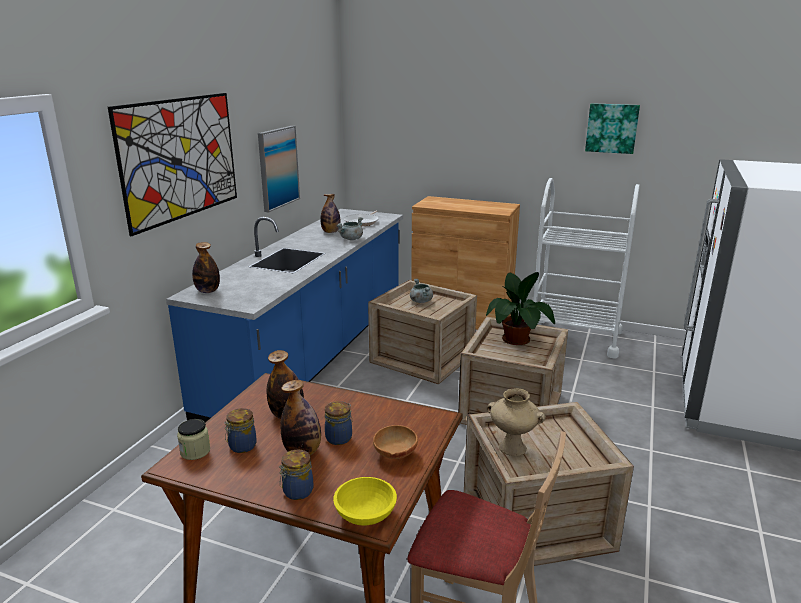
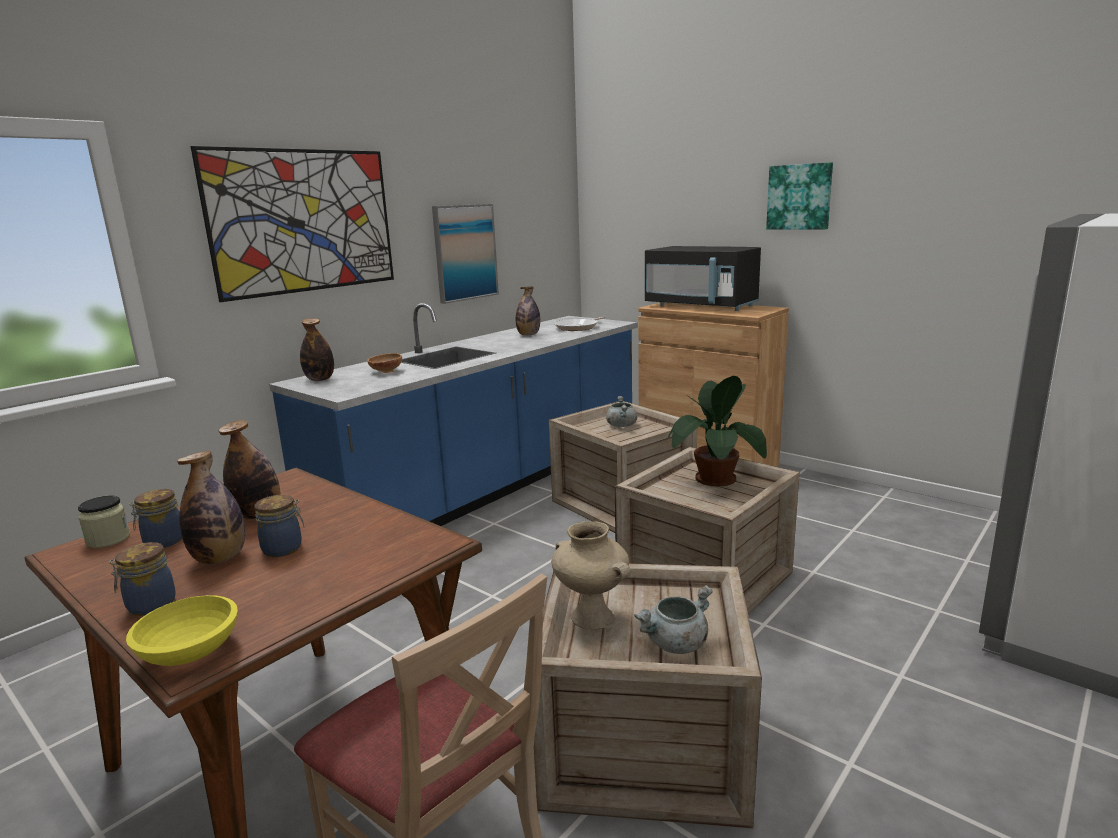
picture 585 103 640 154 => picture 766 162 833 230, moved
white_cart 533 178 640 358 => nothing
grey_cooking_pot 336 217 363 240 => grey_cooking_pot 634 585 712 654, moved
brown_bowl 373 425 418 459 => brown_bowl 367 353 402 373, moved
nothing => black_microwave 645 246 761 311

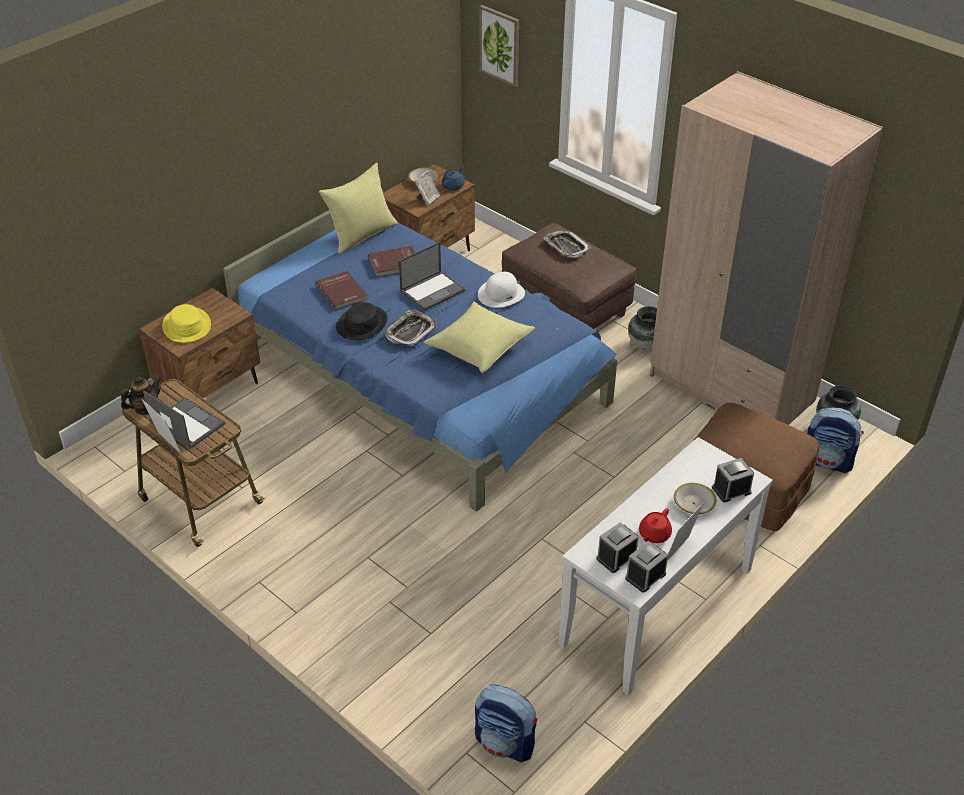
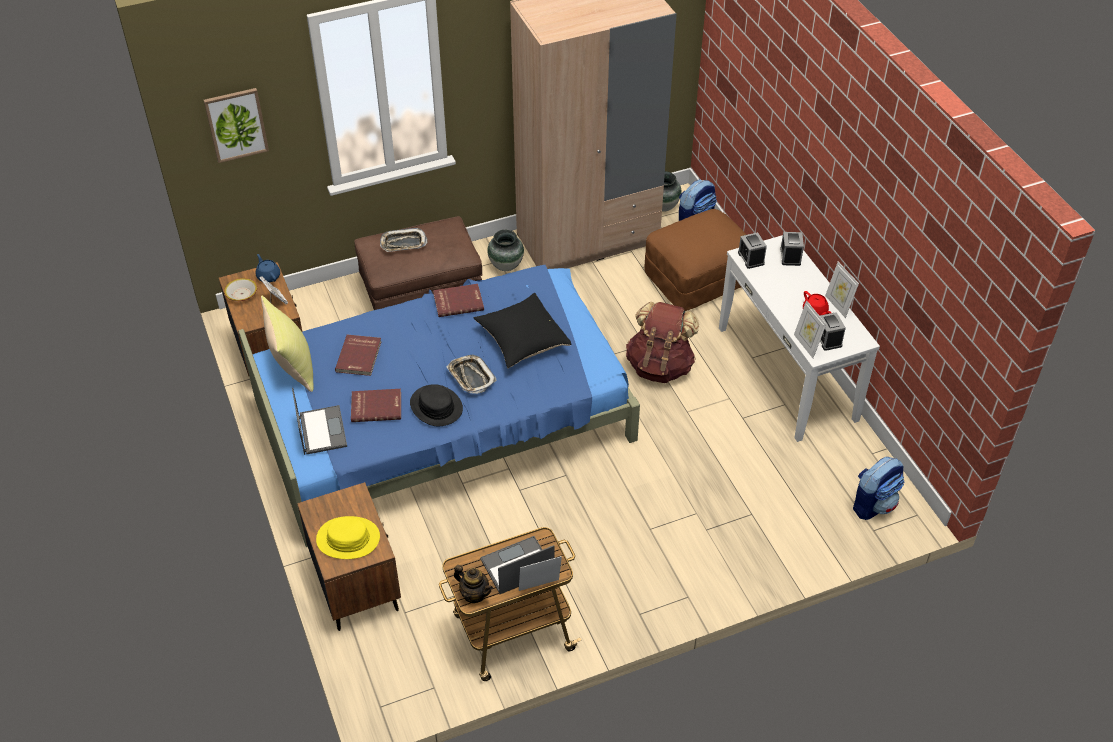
laptop 399 242 465 311 => laptop 292 388 347 455, moved
white_hat 478 272 525 308 => red_book 433 284 484 317
yellow_pillow 424 302 535 373 => black_pillow 474 293 571 369
teapot 120 377 161 415 => teapot 454 565 493 603, 135 degrees clockwise
bowl 674 483 716 514 => nothing
alarm_clock 625 541 668 593 => alarm_clock 738 232 767 269, moved
nothing => picture_frame 794 300 826 358
nothing => brown_backpack 626 302 699 383

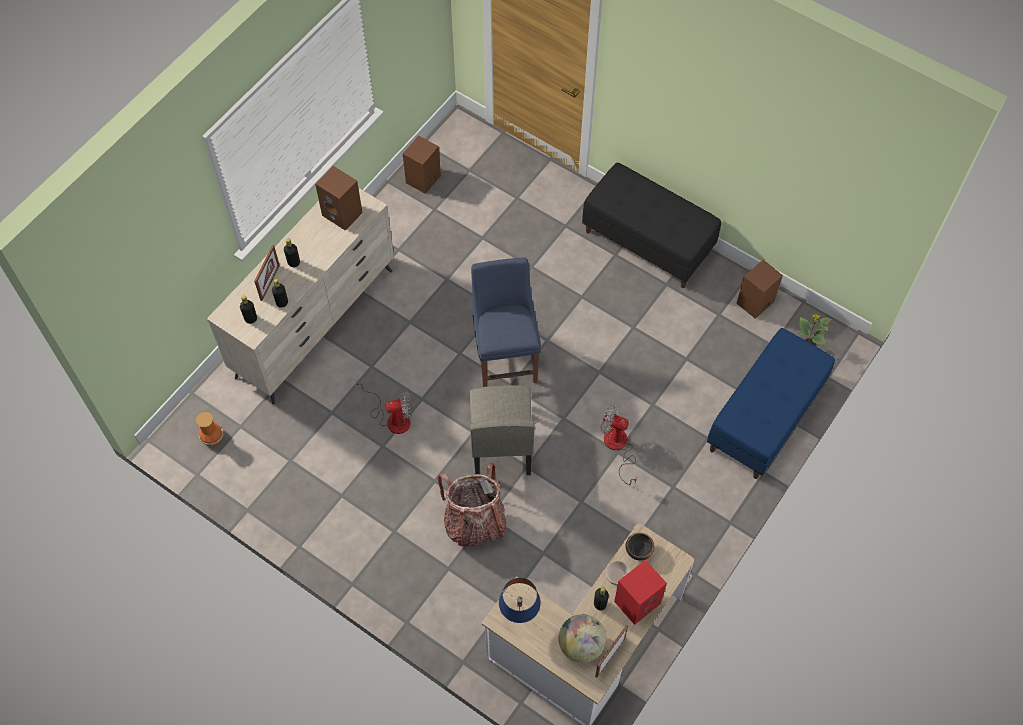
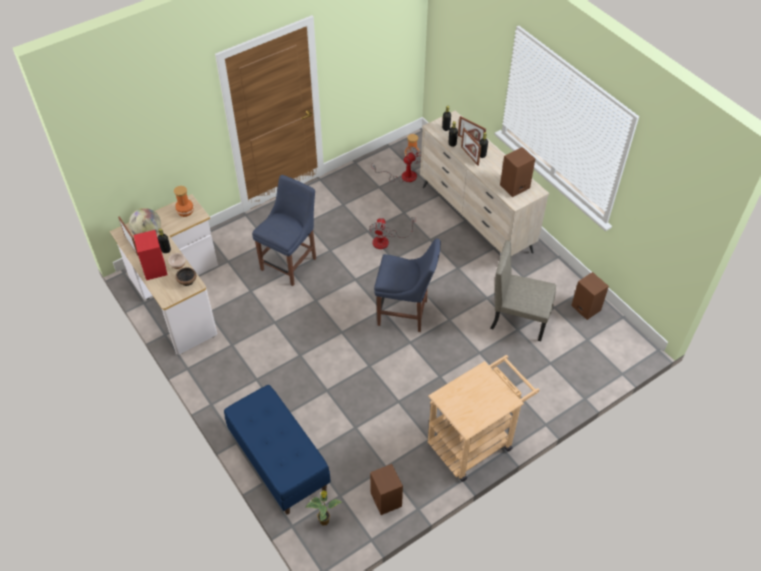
black_bench 582 162 721 288 => beige_cart 427 355 540 482
beige_chair 469 385 535 475 => beige_chair 490 240 556 341, moved
fan 601 405 638 485 => fan 372 147 421 183, moved
backpack 438 463 507 547 => blue_chair 252 175 316 286
blue_table_lamp 499 578 541 623 => vase 174 186 194 217
nothing => picture_frame 461 128 481 166

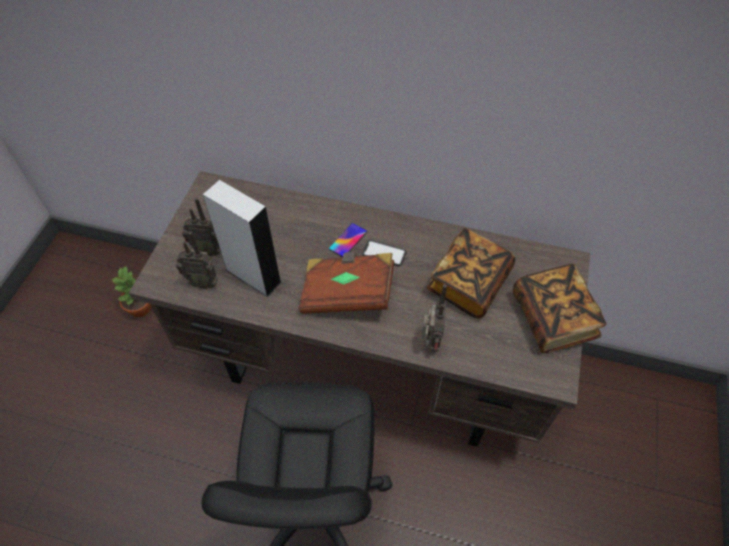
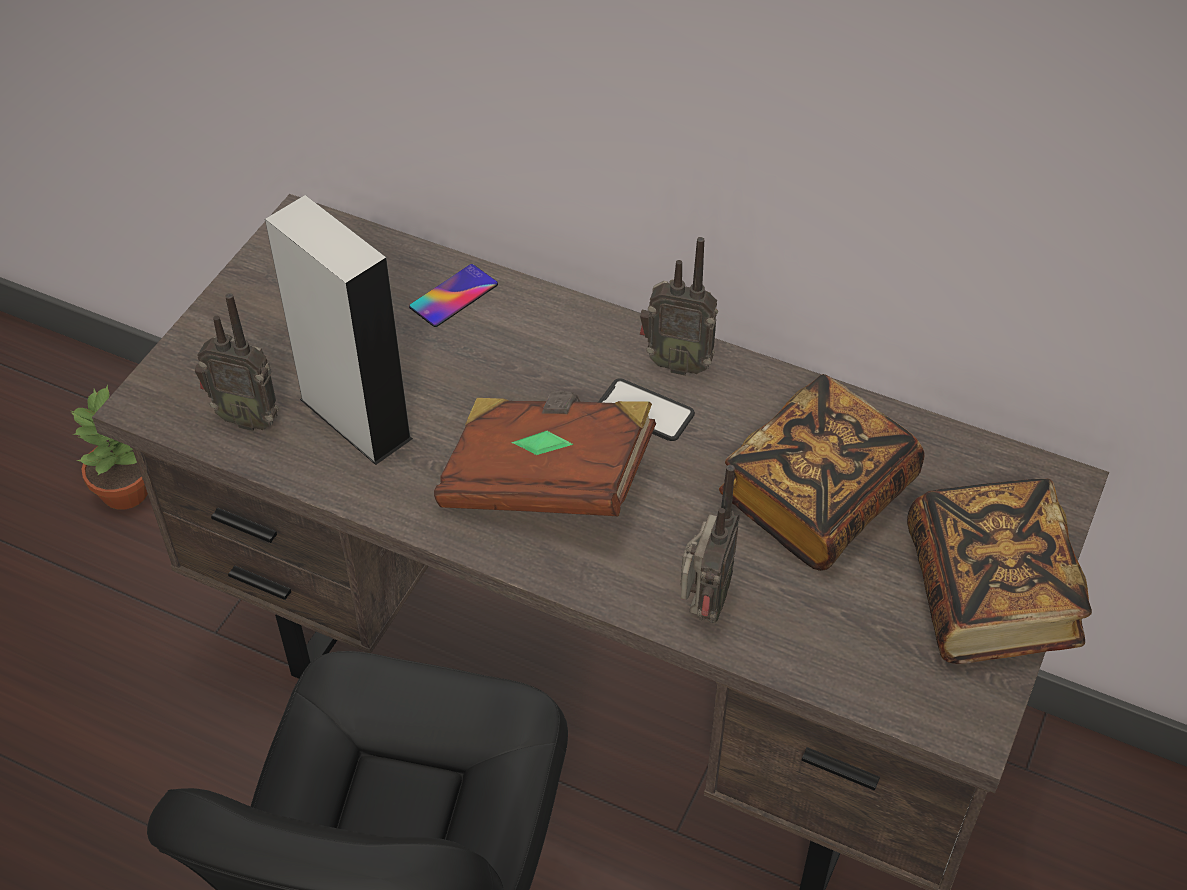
radio 182 197 221 257 => radio 640 237 718 376, moved
phone 329 223 367 257 => phone 409 264 498 327, moved

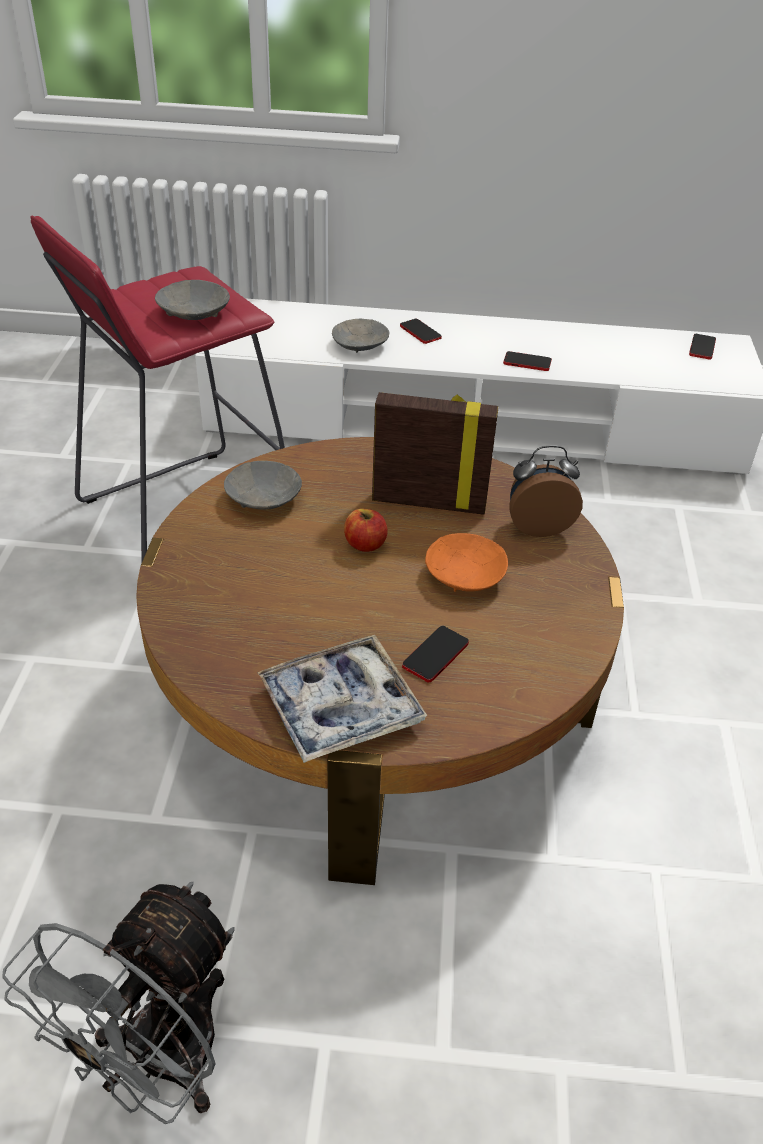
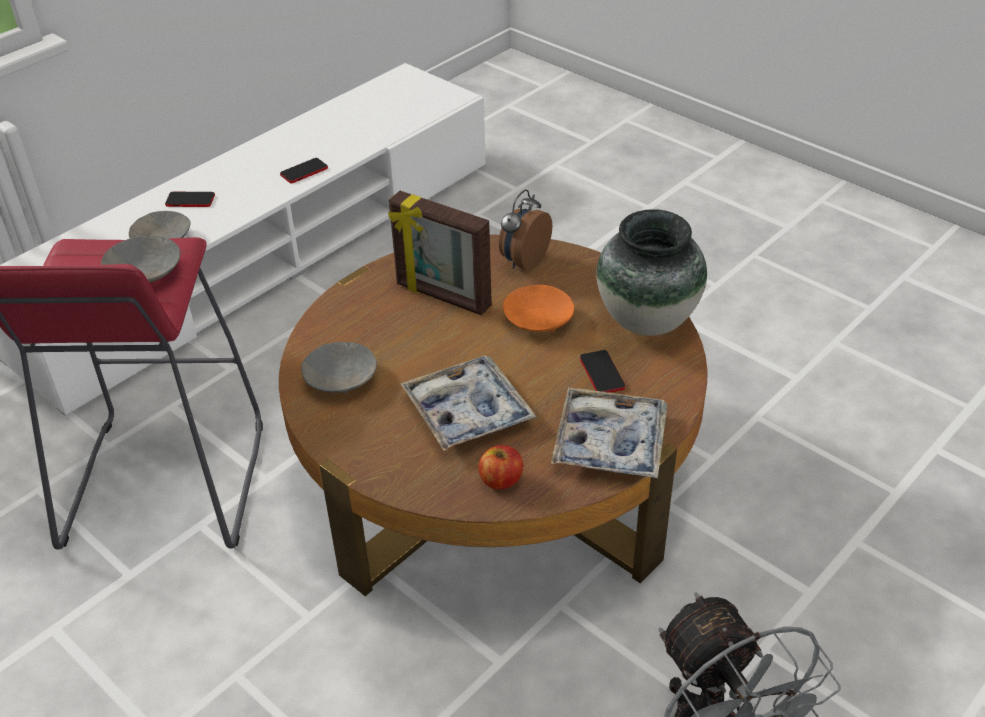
phone 689 334 716 360 => nothing
picture_frame 372 392 499 515 => picture_frame 388 191 492 315, 105 degrees counterclockwise
apple 344 509 388 552 => apple 479 445 523 490, moved
nothing => vase 597 209 707 336
nothing => tray 400 355 536 451

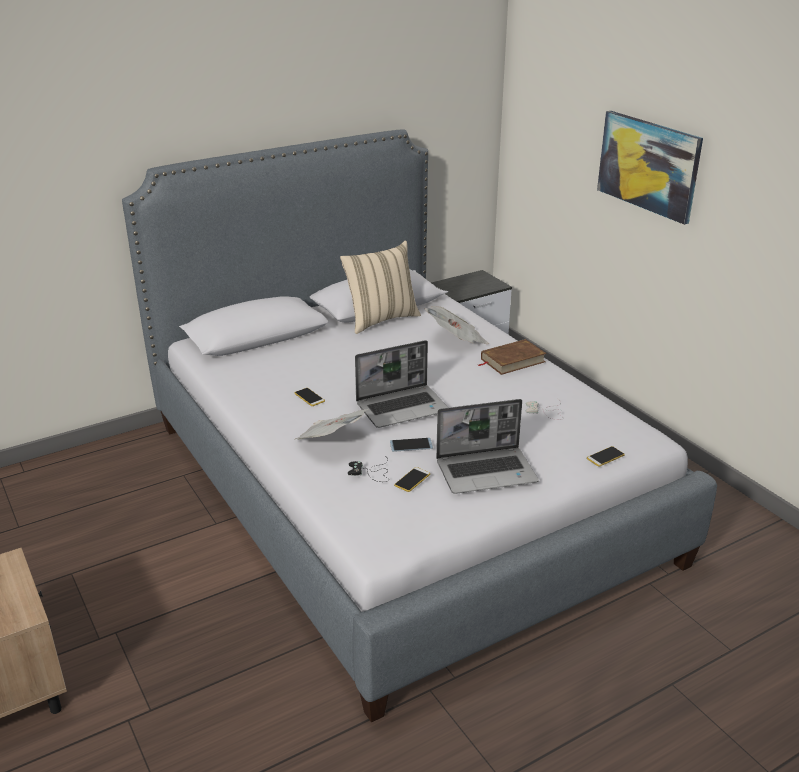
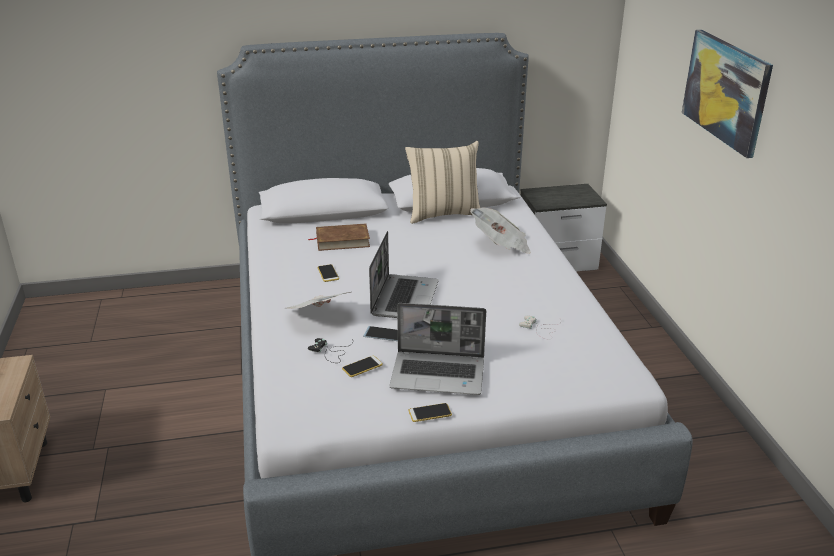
brown_book 478 339 546 375 => brown_book 308 224 370 251, moved
laptop 355 340 449 428 => laptop 369 231 439 318, 75 degrees counterclockwise
phone 587 446 625 467 => phone 408 403 452 422, moved

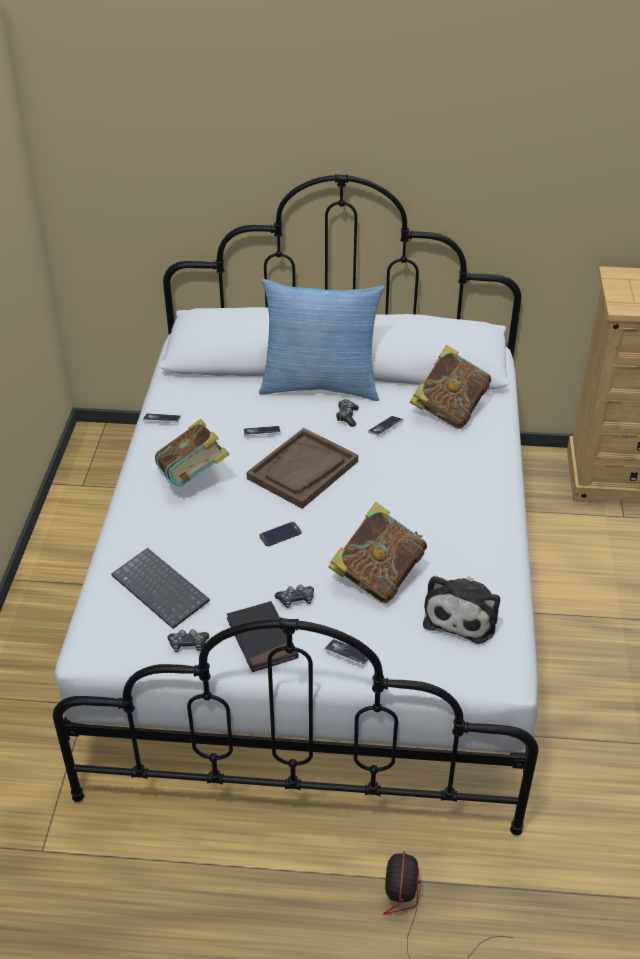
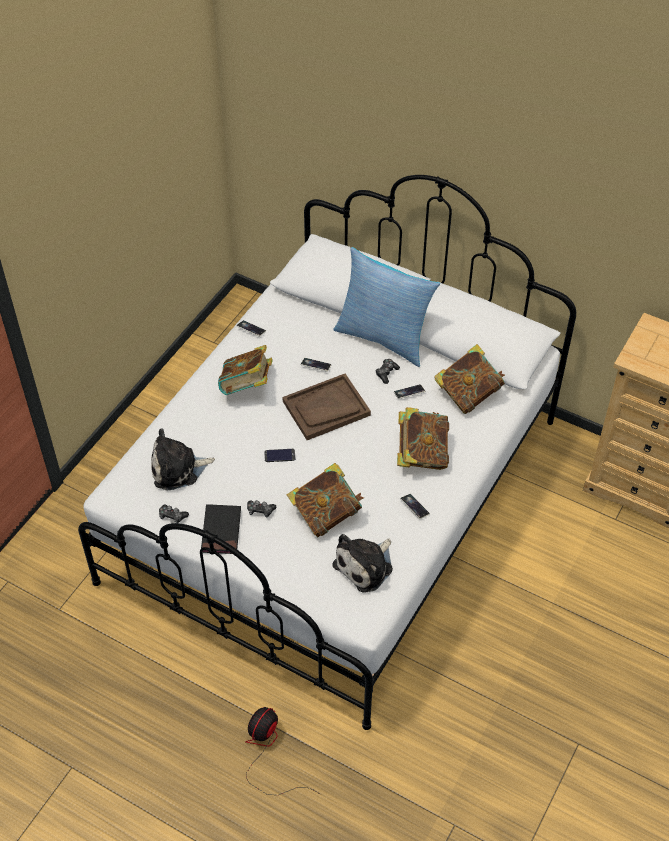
keyboard 111 548 210 629 => plush_toy 151 428 215 490
phone 324 639 369 666 => phone 400 494 430 519, moved
nothing => book 397 407 449 470

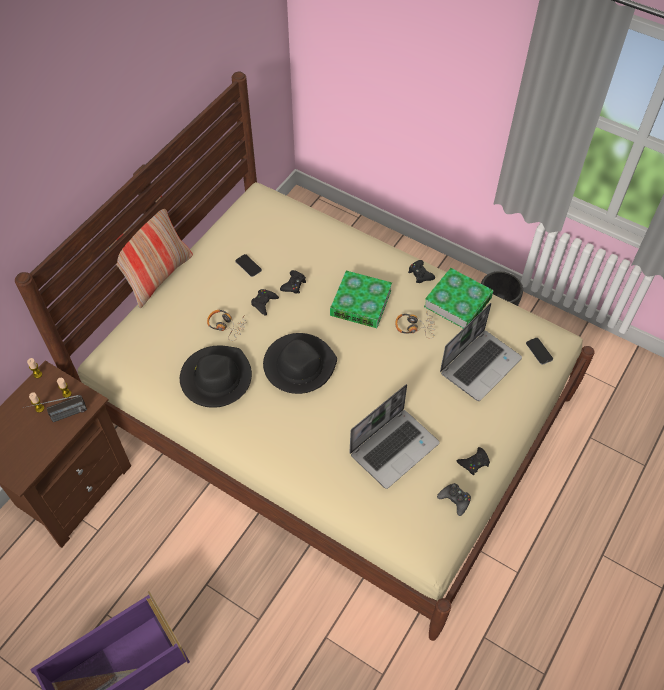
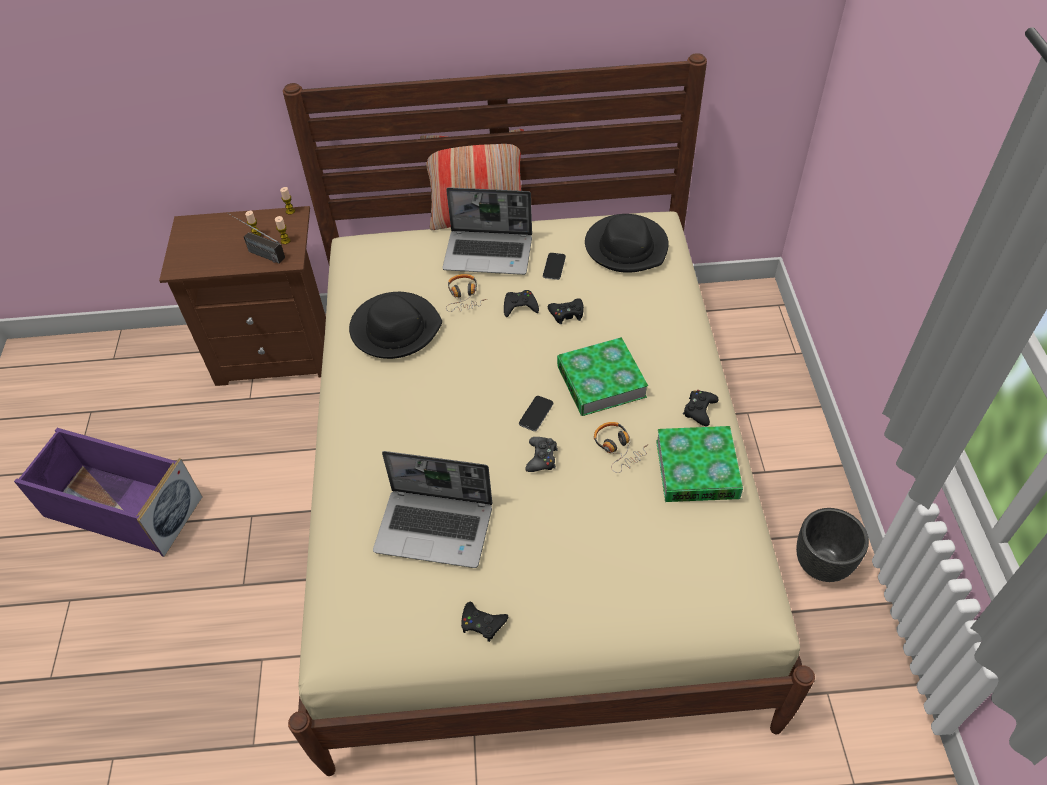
laptop 440 303 522 401 => laptop 442 187 532 275, moved
black_hat 263 333 337 394 => black_hat 585 214 669 273, moved
phone 526 338 553 365 => phone 519 396 553 431, moved
black_game_controller 437 483 471 516 => black_game_controller 525 437 558 472, moved

